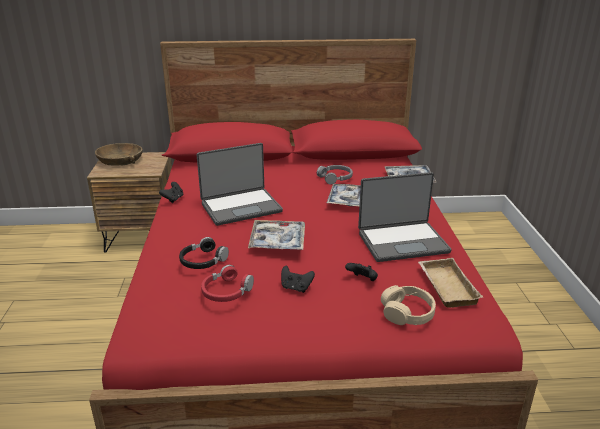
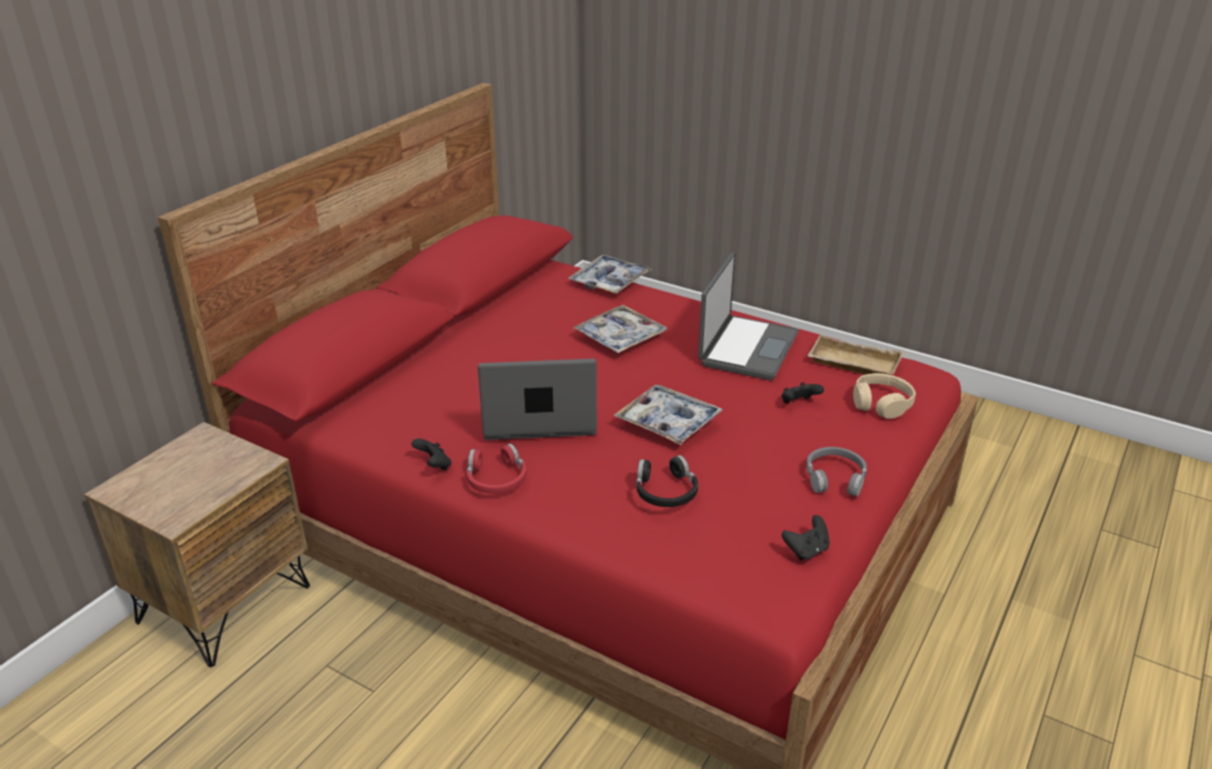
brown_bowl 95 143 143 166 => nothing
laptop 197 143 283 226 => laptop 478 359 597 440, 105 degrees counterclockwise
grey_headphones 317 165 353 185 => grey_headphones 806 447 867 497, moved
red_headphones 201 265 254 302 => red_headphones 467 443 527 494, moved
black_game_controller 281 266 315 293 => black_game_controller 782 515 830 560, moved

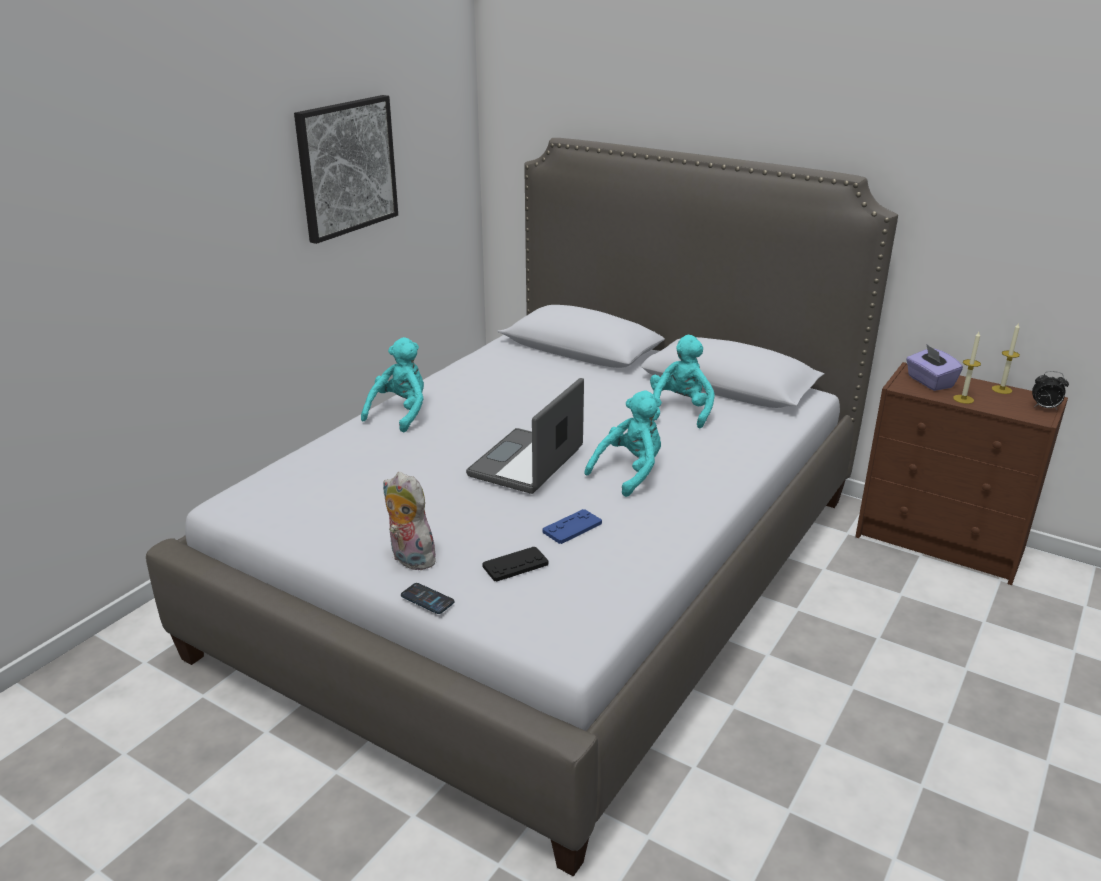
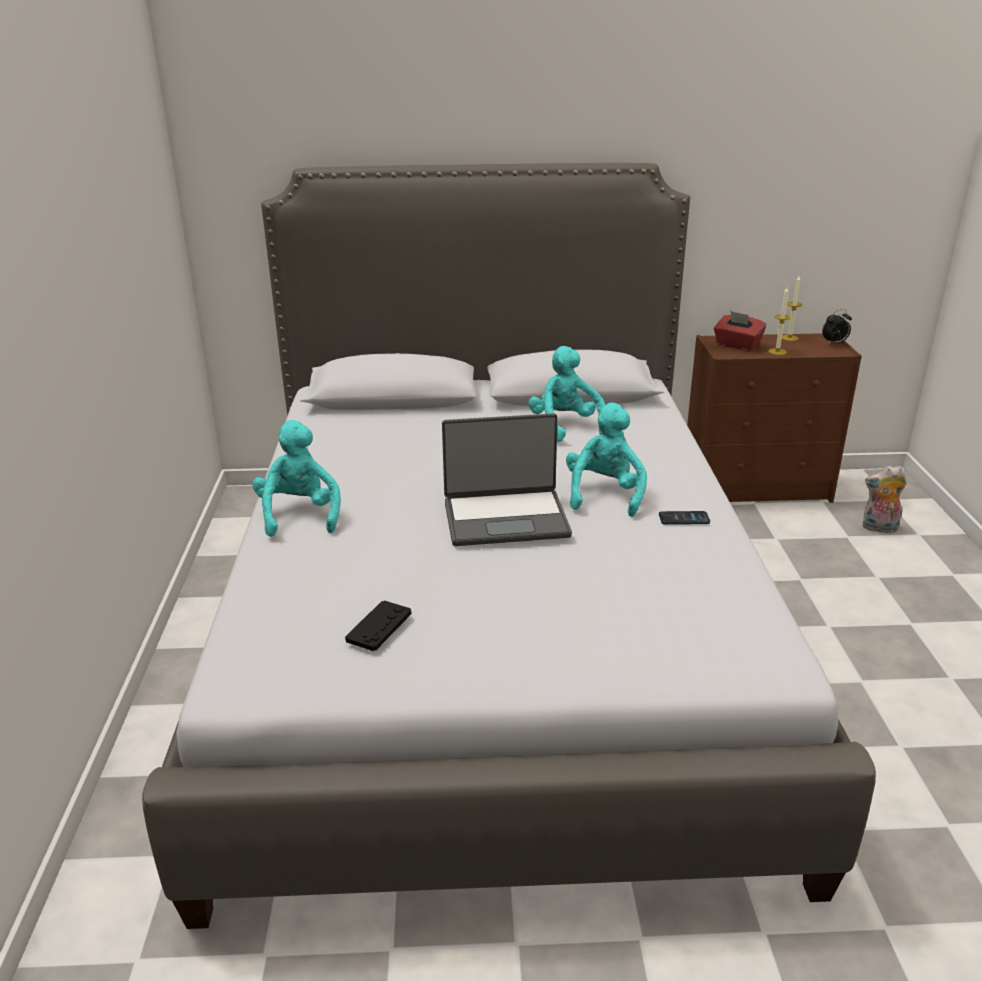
picture 294 95 398 244 => nothing
purple_tissue_box 906 345 963 391 => red_tissue_box 714 311 766 351
laptop 466 378 584 494 => laptop 442 413 572 546, 90 degrees counterclockwise
plush_toy 383 472 439 571 => plush_toy 862 466 907 533, moved
blue_game_controller 543 509 602 544 => nothing
black_game_controller 482 547 549 582 => black_game_controller 345 601 411 651, moved
phone 401 583 454 614 => phone 659 511 710 525, moved

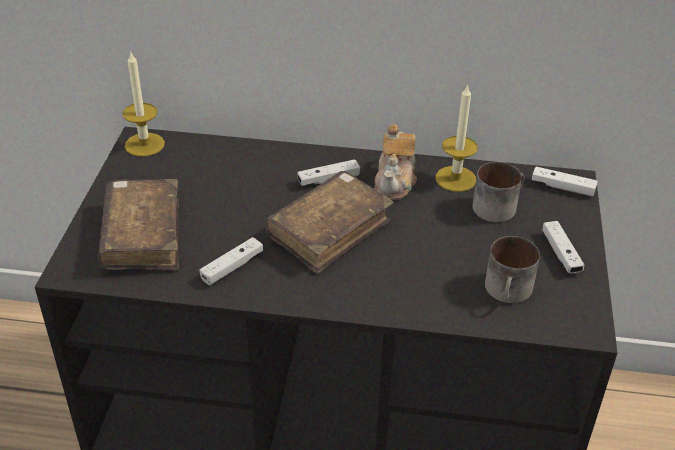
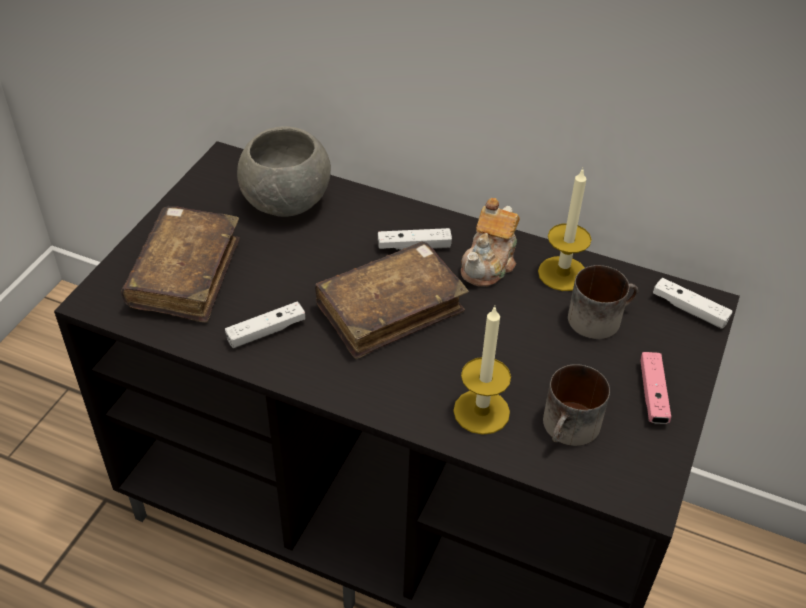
candle 122 51 165 157 => candle 453 306 511 435, moved
white_game_controller 542 221 584 273 => pink_game_controller 640 352 671 424
nothing => grey_bowl 237 126 331 217

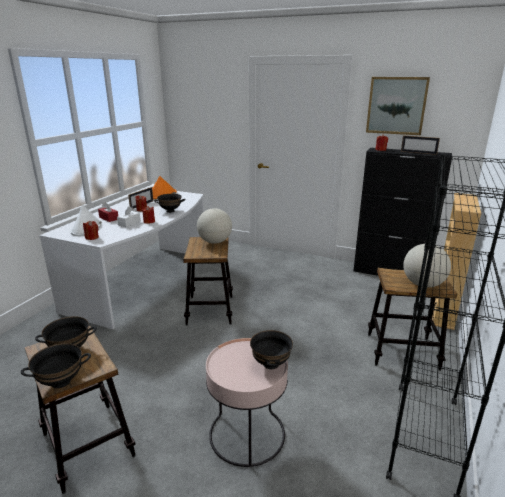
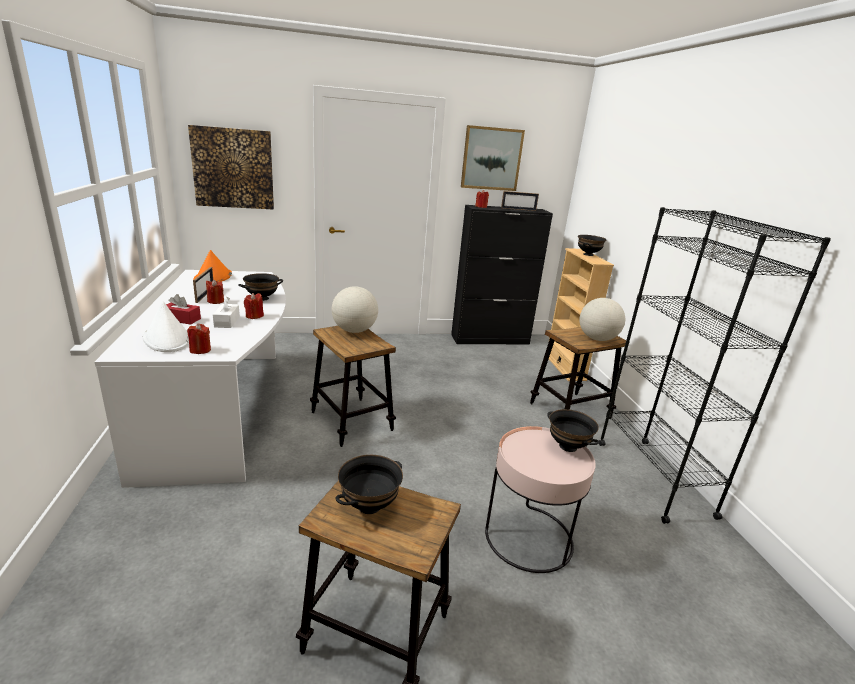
black_bowl 21 343 91 389 => black_bowl 578 235 607 256, moved
nothing => picture 188 125 274 209

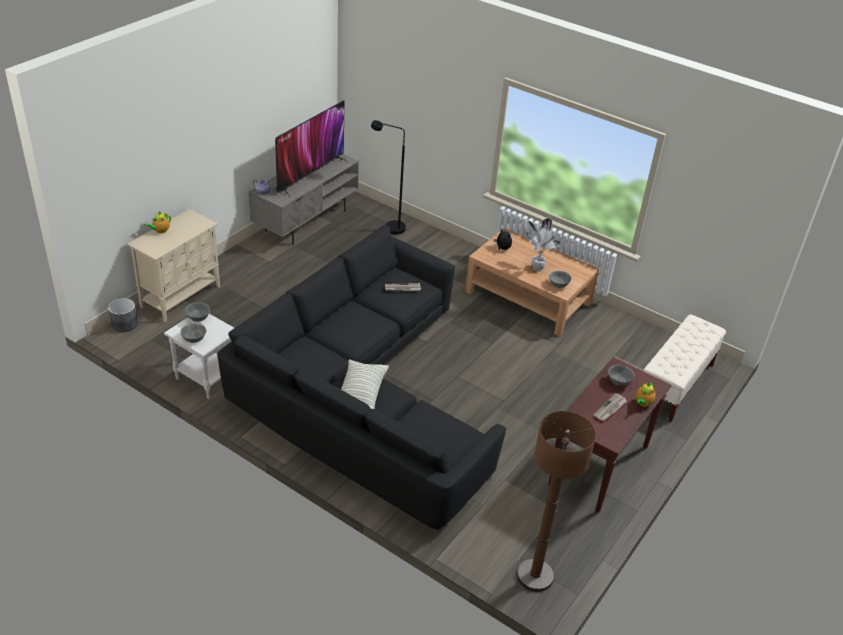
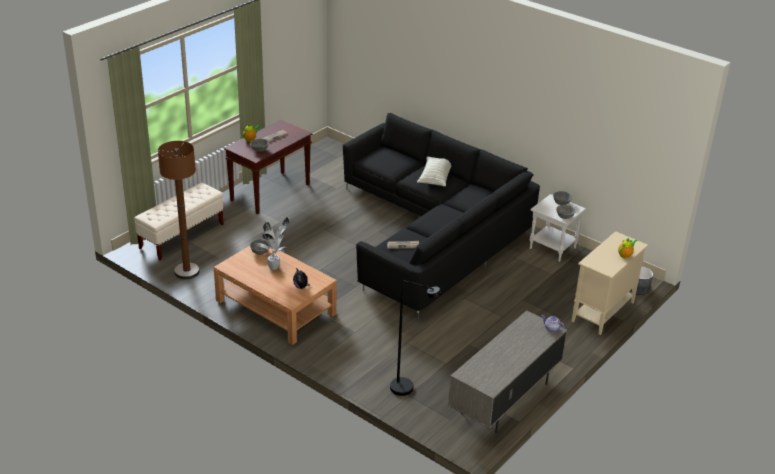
television 275 100 348 198 => nothing
brown_floor_lamp 517 411 596 592 => brown_floor_lamp 158 141 200 279, moved

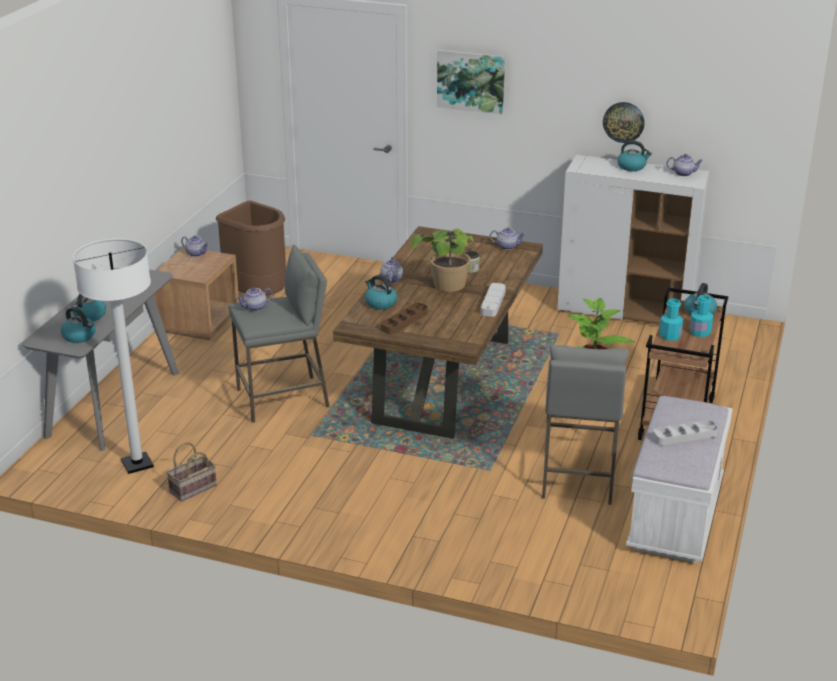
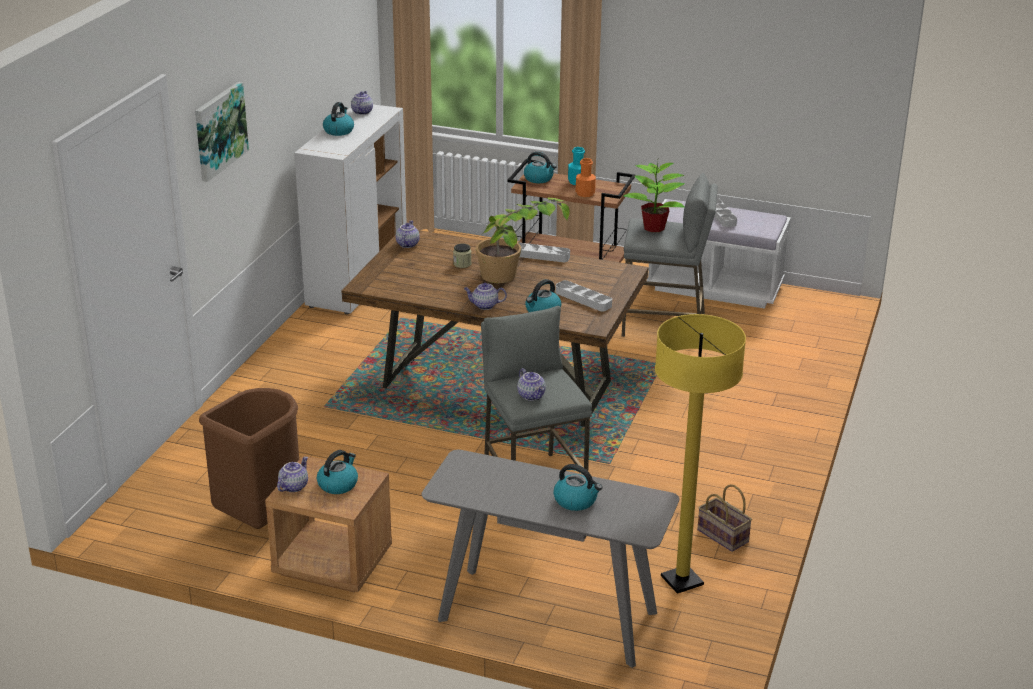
wall_clock 603 102 645 143 => nothing
white_floor_lamp 73 238 154 474 => yellow_floor_lamp 655 314 746 594
turquoise_bottle 659 298 683 341 => orange_bottle 576 158 596 197
brown_tray 381 303 428 335 => grey_tray 556 280 612 311
kettle 61 307 96 343 => kettle 317 450 358 494, moved

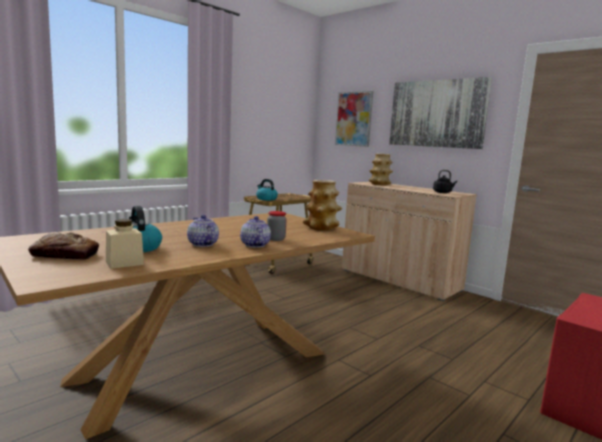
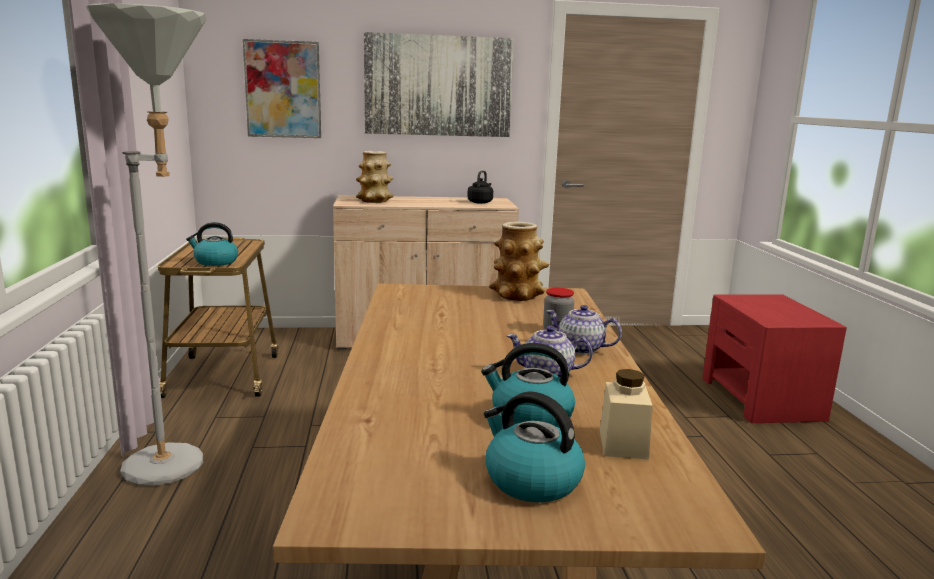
bread 28 232 99 260 => kettle 484 391 585 502
nothing => grey_floor_lamp 86 3 206 486

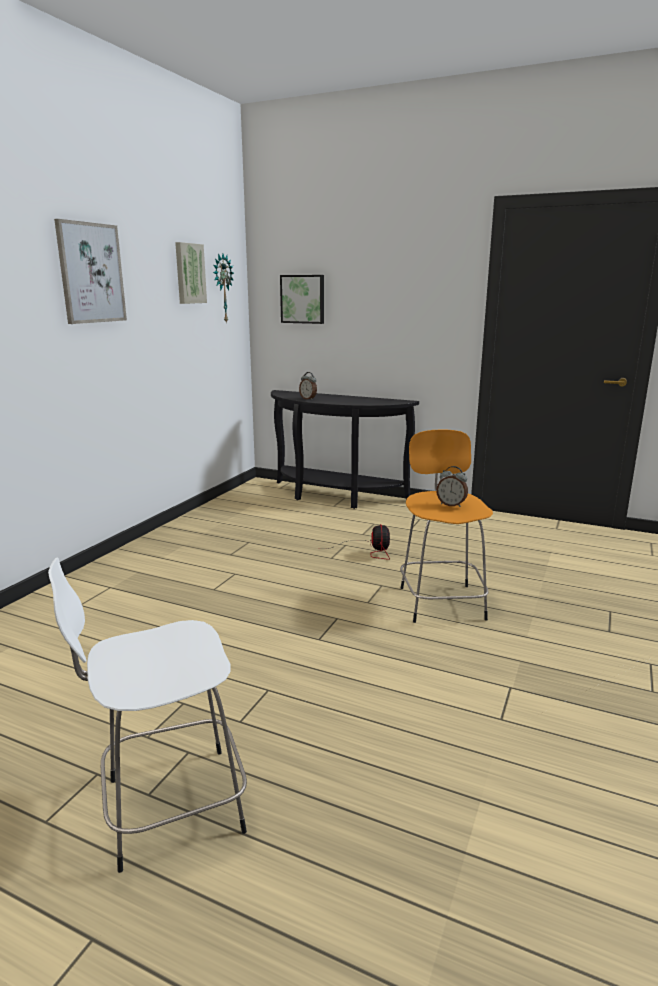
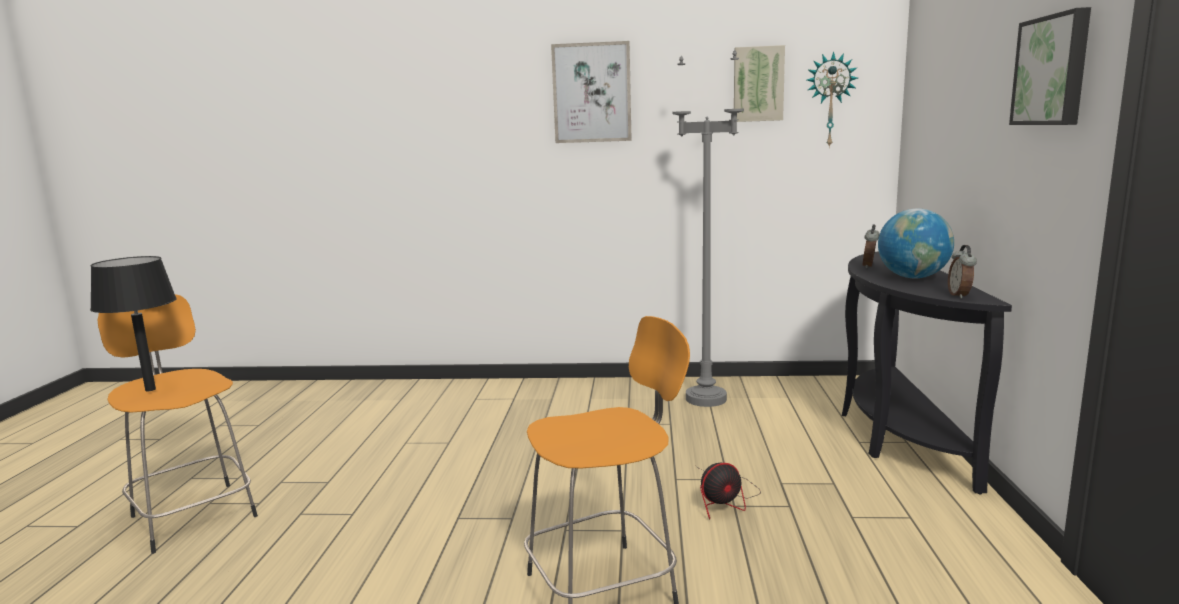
picture 280 275 324 324 => picture 1009 7 1091 125, moved
alarm_clock 436 466 468 507 => alarm_clock 948 245 977 299, moved
white_stool 48 558 247 873 => orange_stool 97 294 258 554
nothing => grey_floor_lamp 672 50 744 407
nothing => globe 878 208 954 278
nothing => black_table_lamp 90 256 177 391

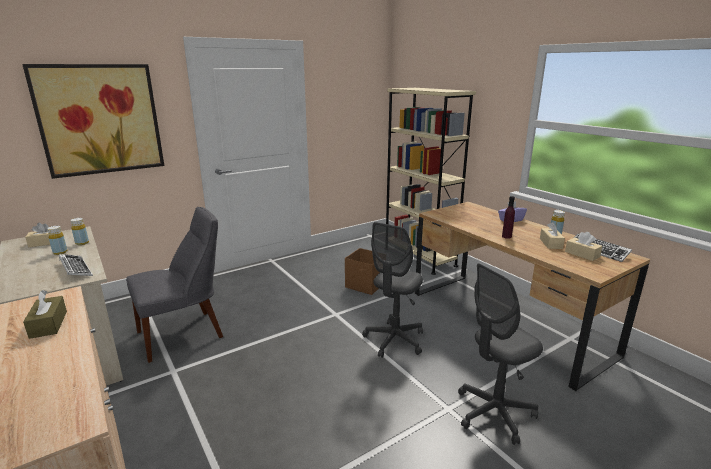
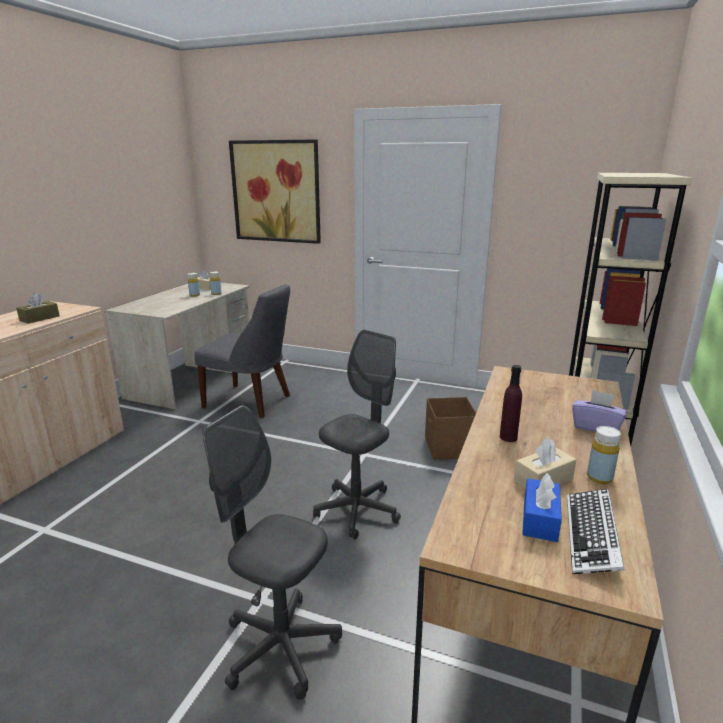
grey_office_chair 362 222 423 358 => grey_office_chair 313 329 401 539, 135 degrees clockwise
beige_tissue_box 565 232 603 261 => blue_tissue_box 522 473 562 542
keyboard 59 254 93 276 => nothing

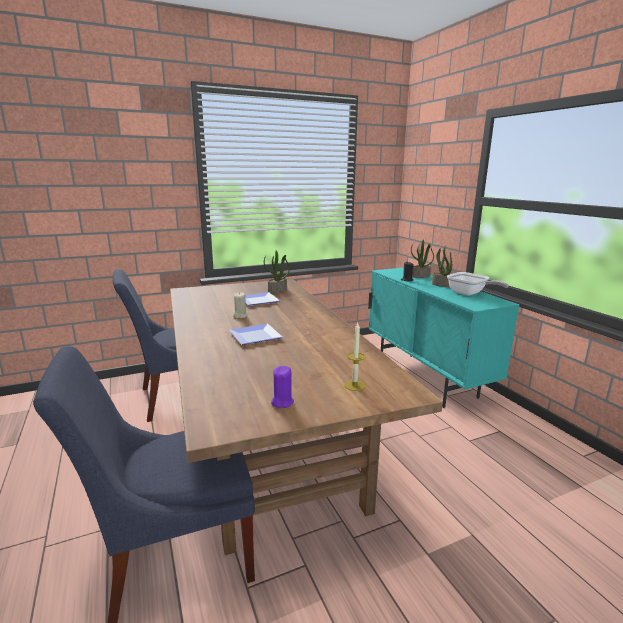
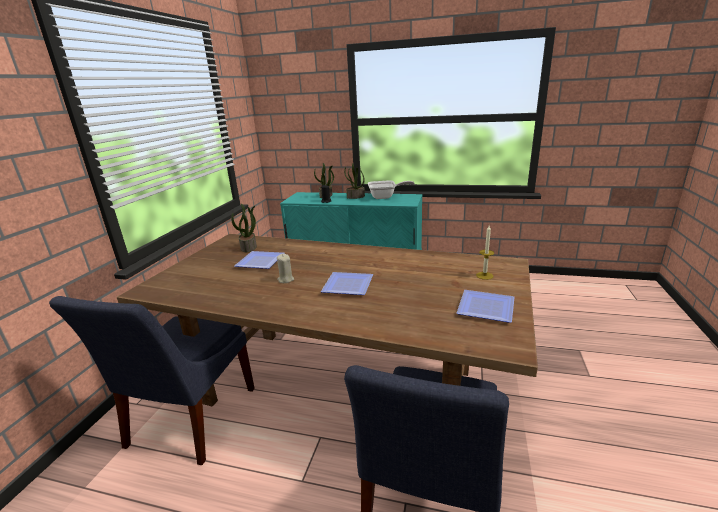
purple_candle 271 366 294 408 => plate 457 290 515 323

